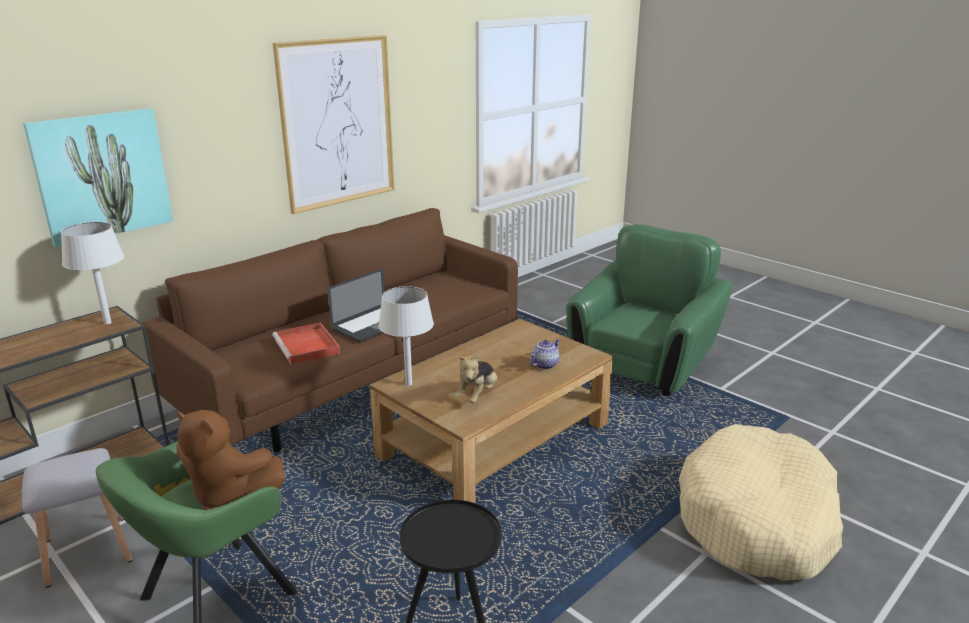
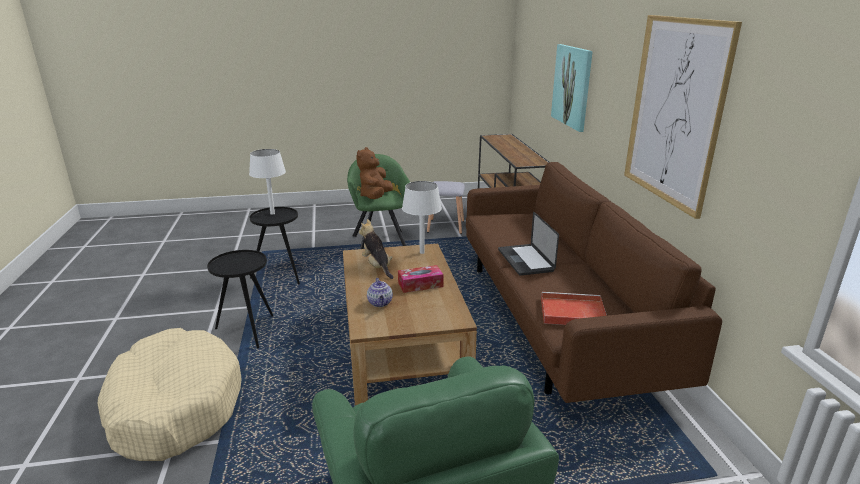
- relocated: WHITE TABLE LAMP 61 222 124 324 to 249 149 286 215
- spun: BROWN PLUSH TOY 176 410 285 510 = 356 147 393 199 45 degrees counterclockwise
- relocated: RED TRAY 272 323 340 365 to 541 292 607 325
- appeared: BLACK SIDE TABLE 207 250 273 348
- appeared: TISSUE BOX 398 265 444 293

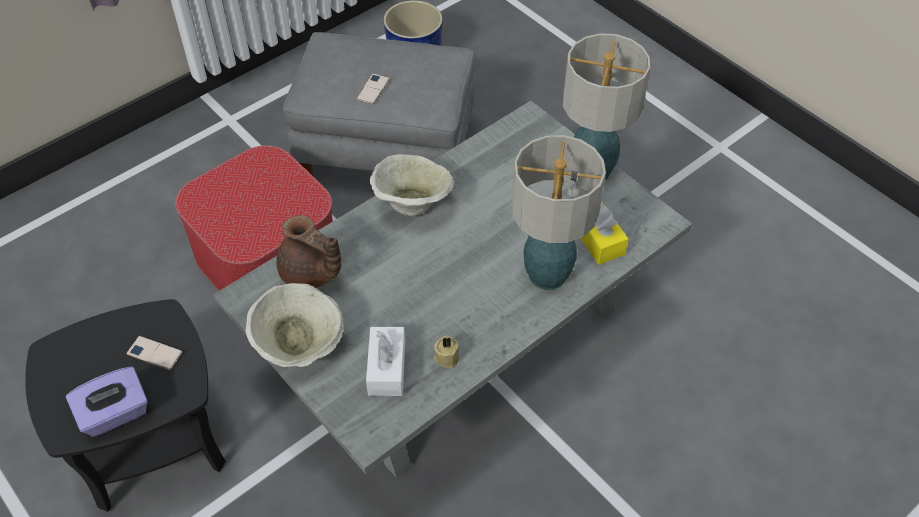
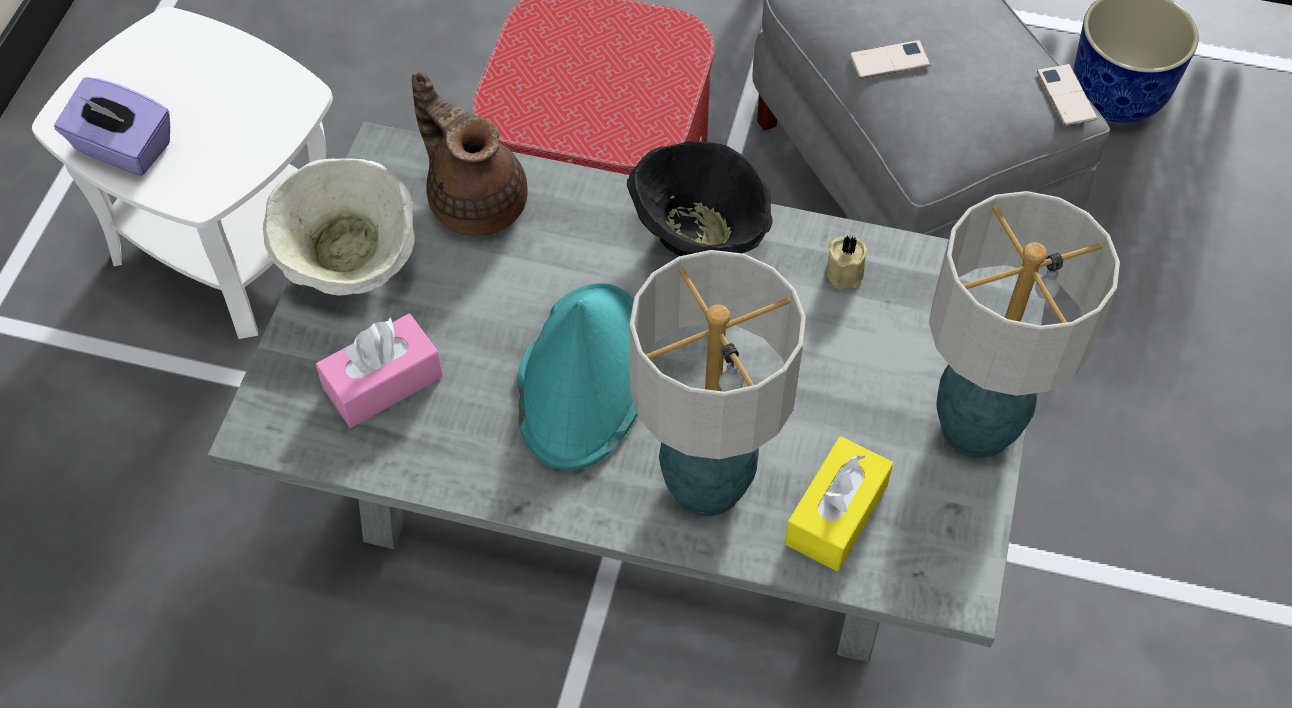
- colour: BLACK SIDE TABLE 25 299 226 512 to WHITE SIDE TABLE 32 7 333 339
- relocated: PHONE 126 336 182 370 to 1037 64 1097 126
- spun: BROWN TEAPOT 276 215 341 288 = 412 71 528 236 135 degrees clockwise
- colour: WHITE TISSUE BOX 366 327 405 396 to PINK TISSUE BOX 316 314 443 428
- colour: BEIGE BOWL 370 154 454 216 to BLACK BOWL 627 141 773 256
- relocated: BEIGE CANDLE 434 335 460 368 to 827 236 867 289
- appeared: TURQUOISE HAT 517 283 651 470

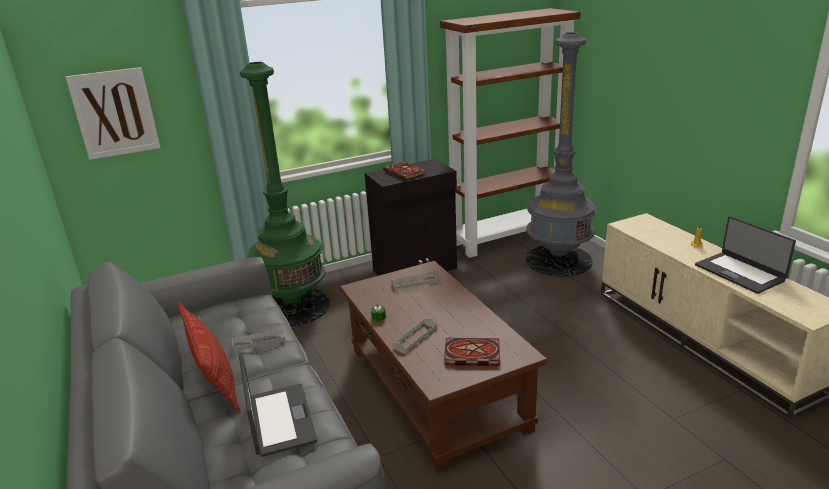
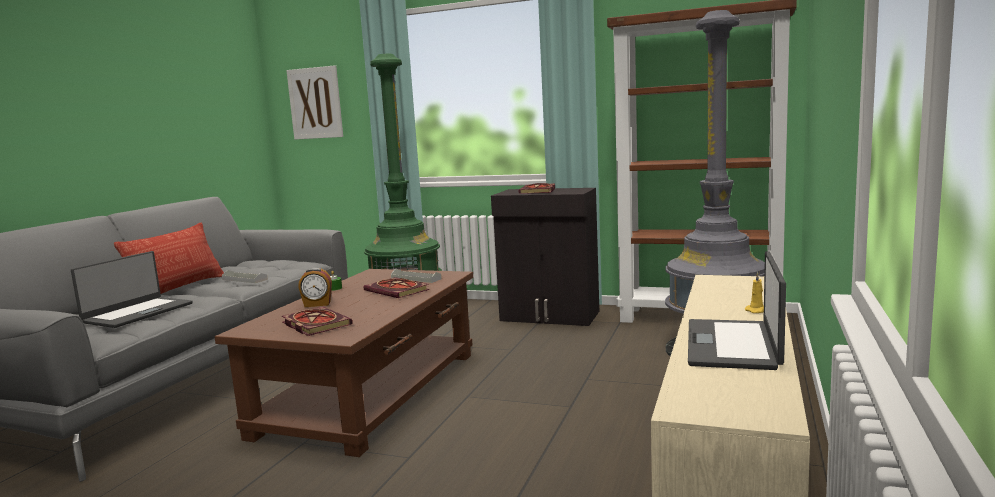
- exchanged: GREY TRAY 393 318 437 353 to ALARM CLOCK 298 268 332 307
- appeared: BOOK 363 277 429 298

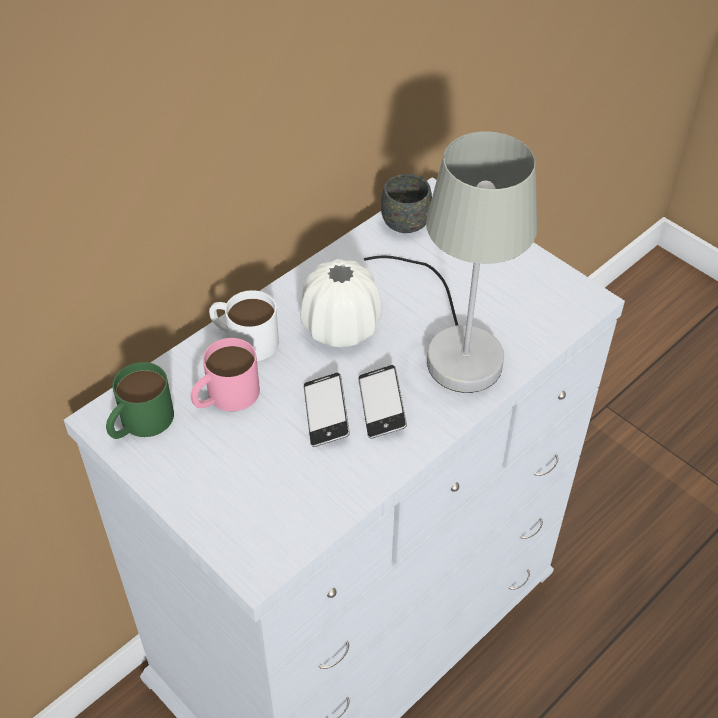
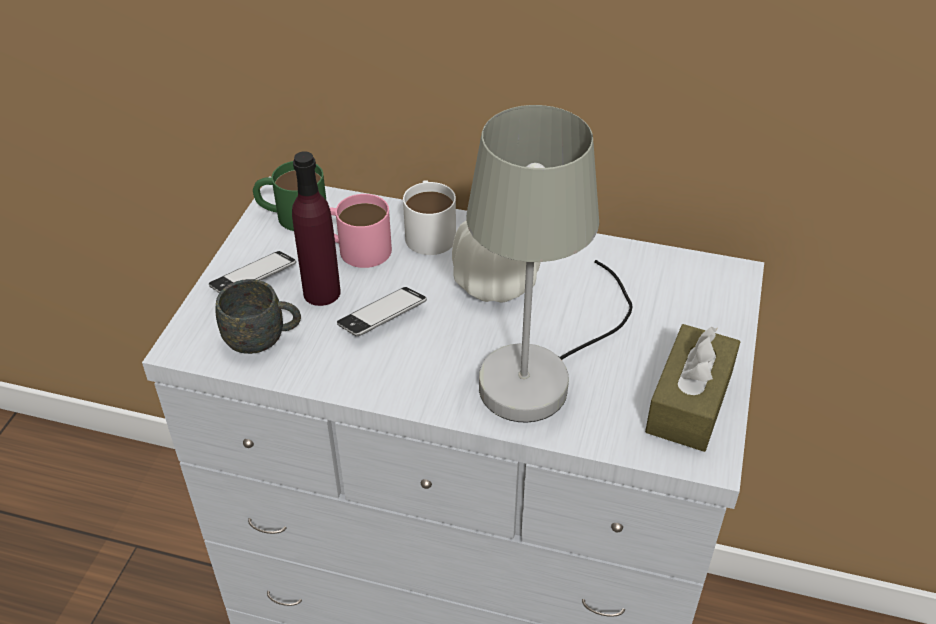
- relocated: PHONE 358 365 407 439 to 209 251 296 293
- relocated: GREY MUG 381 174 432 233 to 216 279 301 354
- appeared: PURPLE BOTTLE 292 151 341 306
- appeared: BROWN TISSUE BOX 645 324 741 452

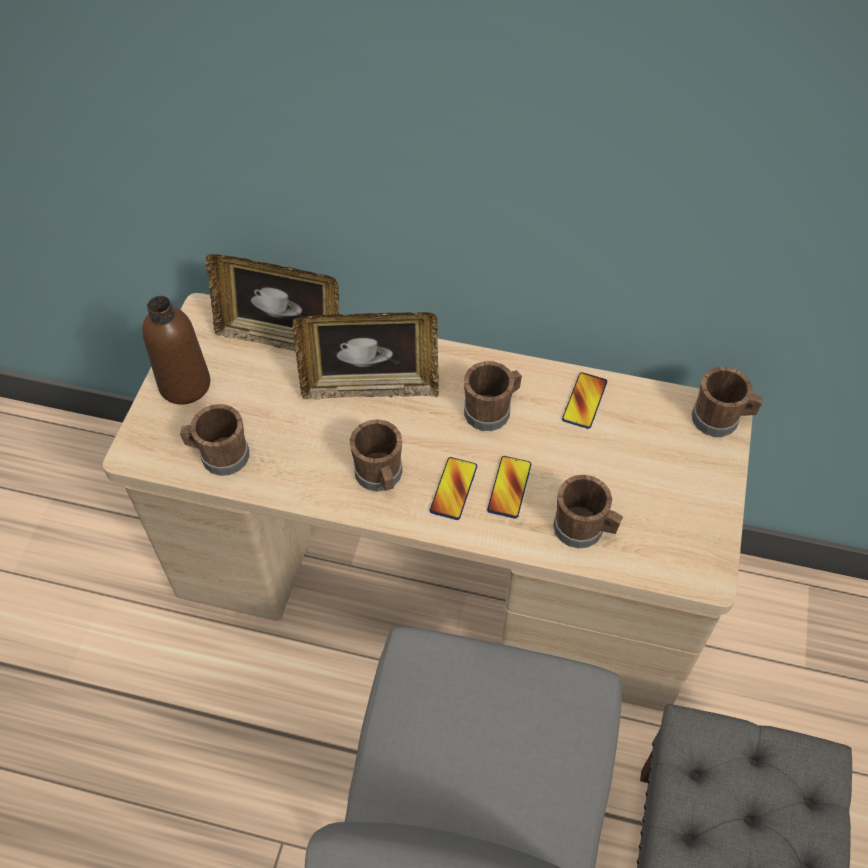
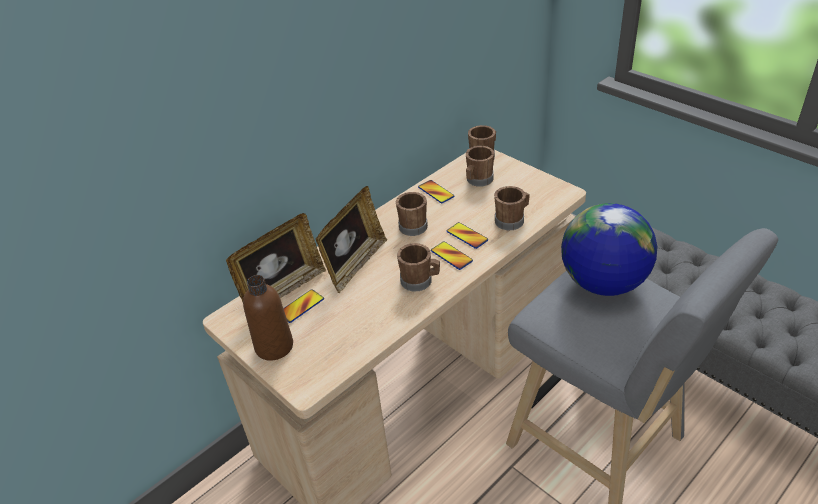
- relocated: BROWN MUG 180 404 249 476 to 466 146 494 187
- appeared: PHONE 283 289 324 323
- appeared: GLOBE 561 203 657 296

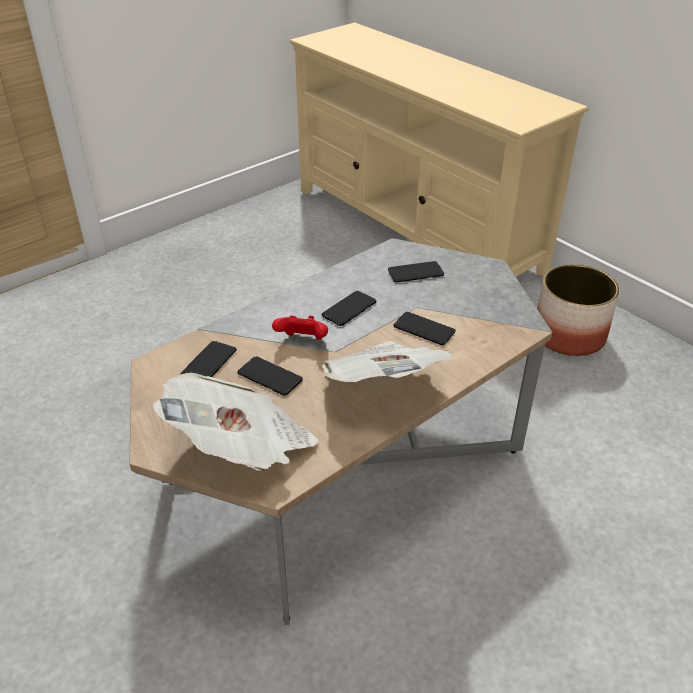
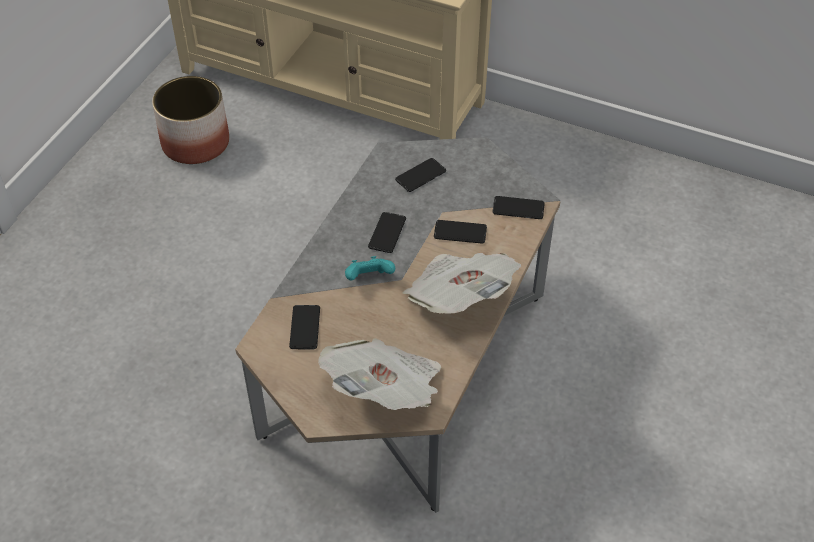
- relocated: PHONE 238 357 303 396 to 493 196 545 219
- colour: RED GAME CONTROLLER 272 315 328 340 to TURQUOISE GAME CONTROLLER 345 256 395 281
- relocated: PLANTER 537 264 619 356 to 152 76 229 164

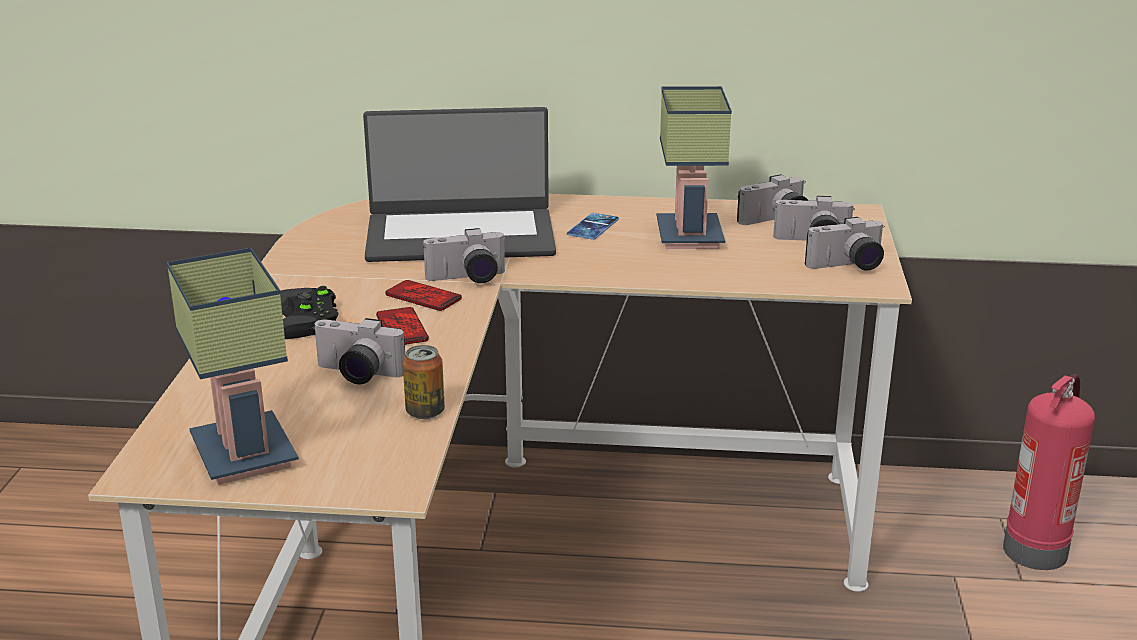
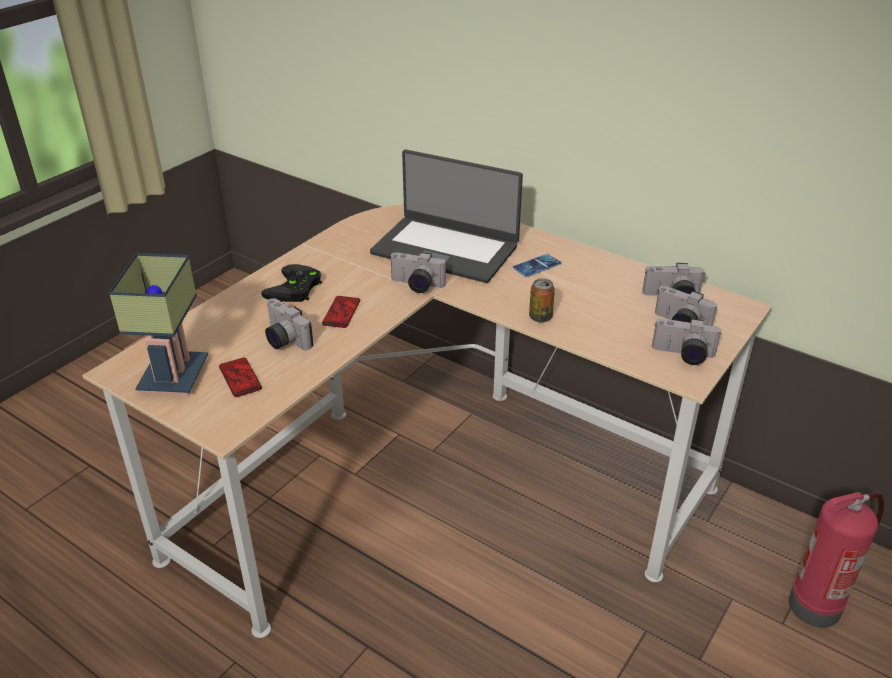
- relocated: PHONE 385 280 462 311 to 219 358 262 397
- relocated: CAN 403 345 445 419 to 529 278 555 323
- missing: TABLE LAMP 657 86 732 249

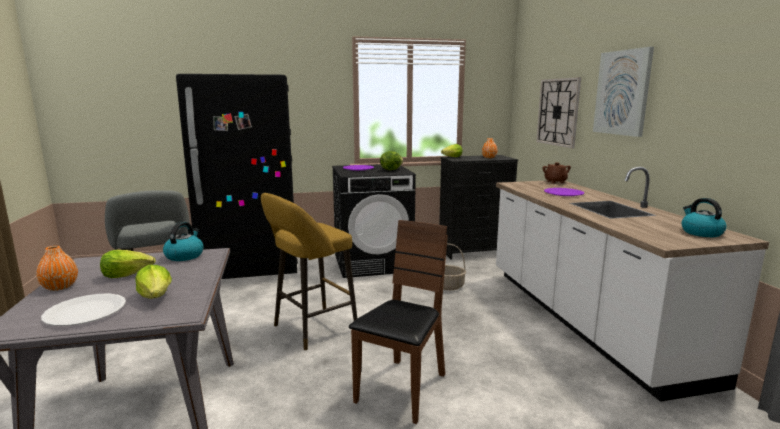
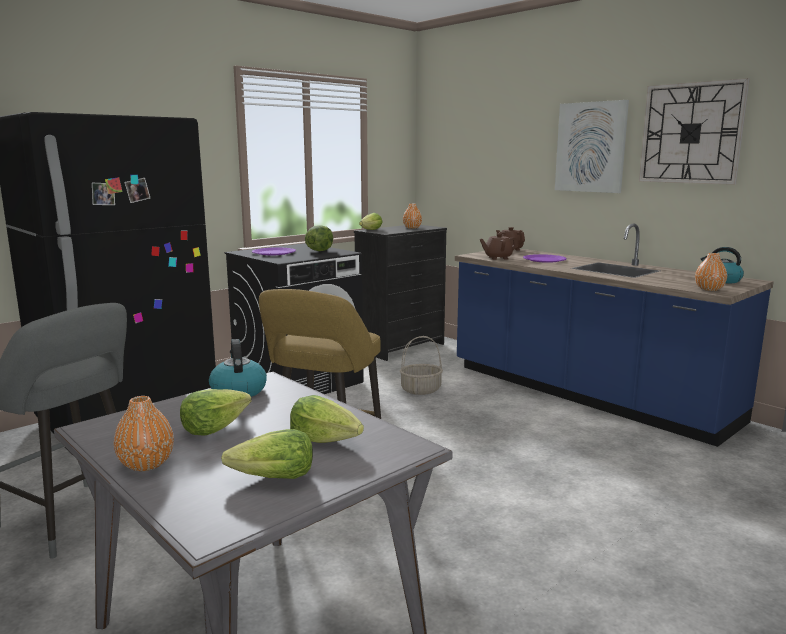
- exchanged: WHITE PLATE 41 294 126 326 to LETTUCE 221 429 313 479
- missing: BROWN CHAIR 349 220 448 424
- colour: WHITE COUNTER 496 167 769 402 to BLUE COUNTER 455 223 774 447
- relocated: WALL CLOCK 536 77 581 148 to 639 78 750 185
- appeared: BROWN TEAPOT 480 234 518 260
- appeared: ORANGE VASE 695 253 727 291

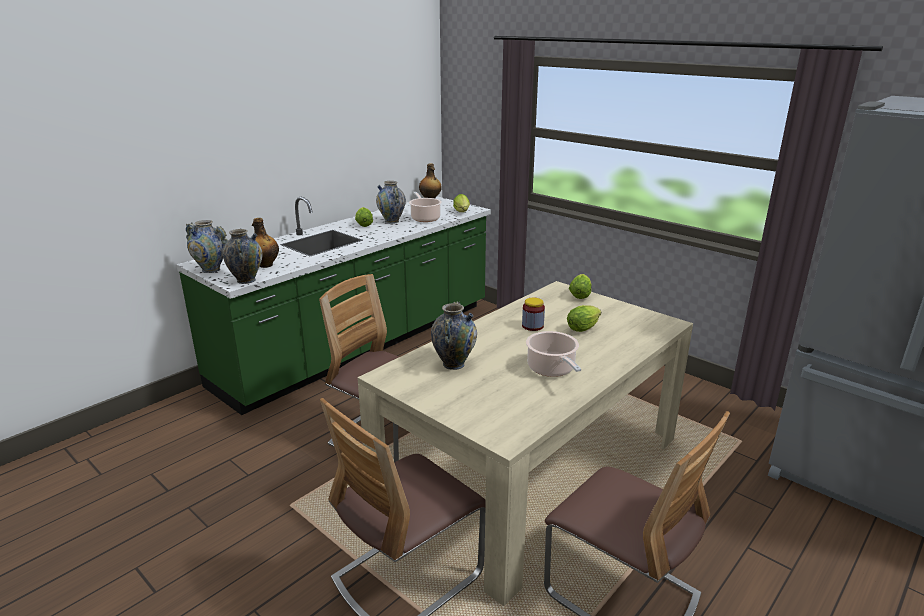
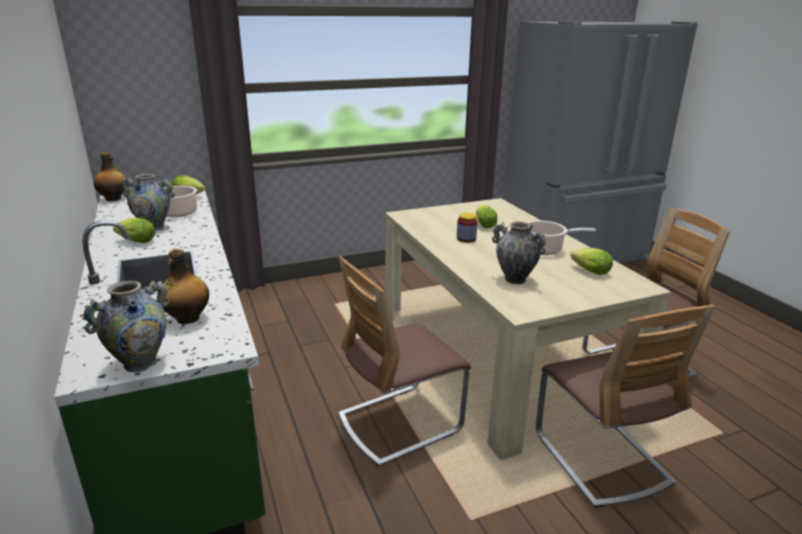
- missing: VASE 222 228 262 284
- relocated: LETTUCE 569 274 591 299 to 571 248 613 275

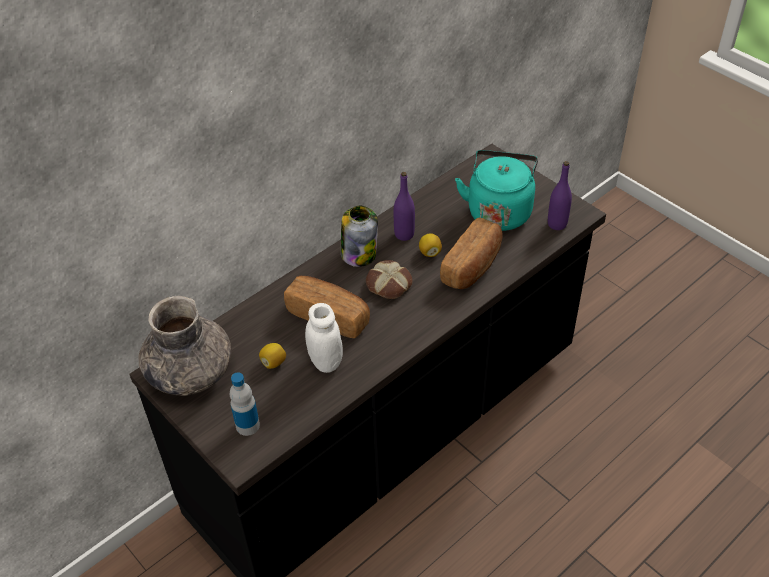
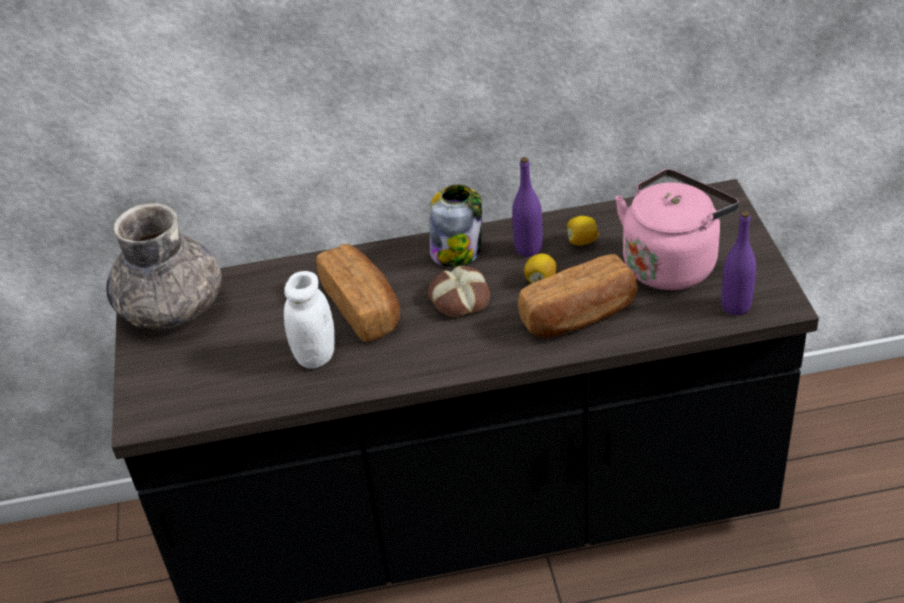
- missing: BOTTLE 230 372 260 436
- relocated: LEMON 259 343 286 369 to 567 216 599 246
- colour: TURQUOISE KETTLE 455 150 538 231 to PINK KETTLE 615 169 739 290

